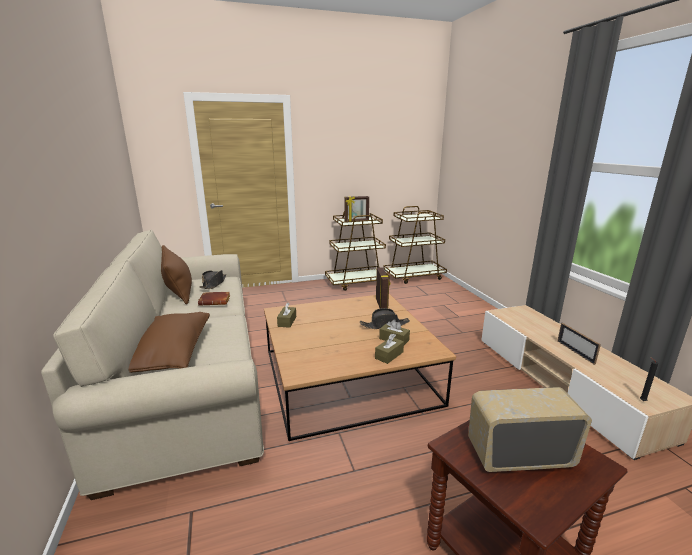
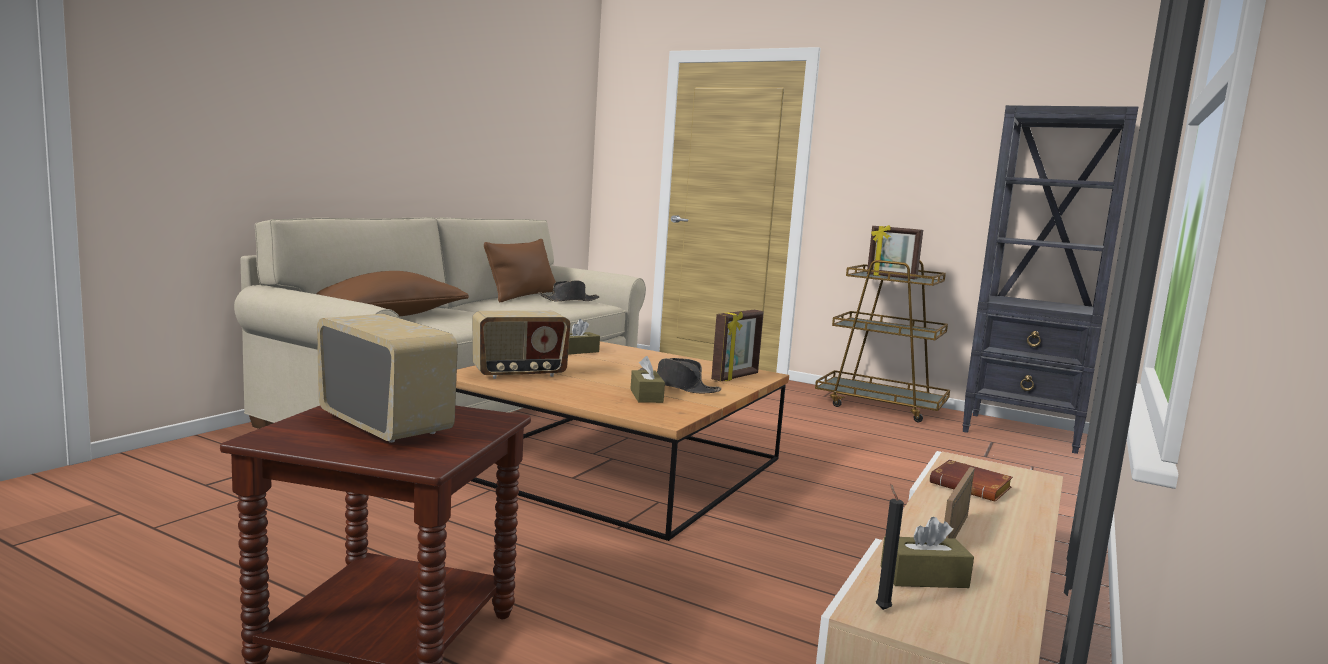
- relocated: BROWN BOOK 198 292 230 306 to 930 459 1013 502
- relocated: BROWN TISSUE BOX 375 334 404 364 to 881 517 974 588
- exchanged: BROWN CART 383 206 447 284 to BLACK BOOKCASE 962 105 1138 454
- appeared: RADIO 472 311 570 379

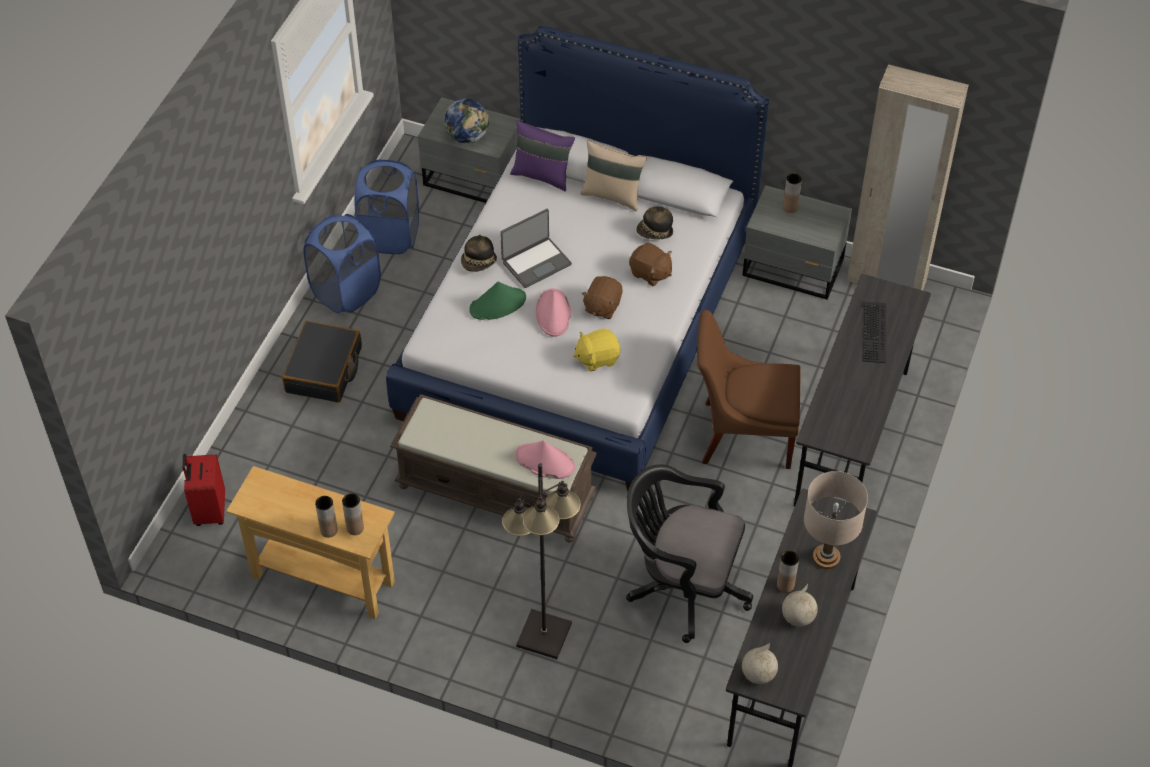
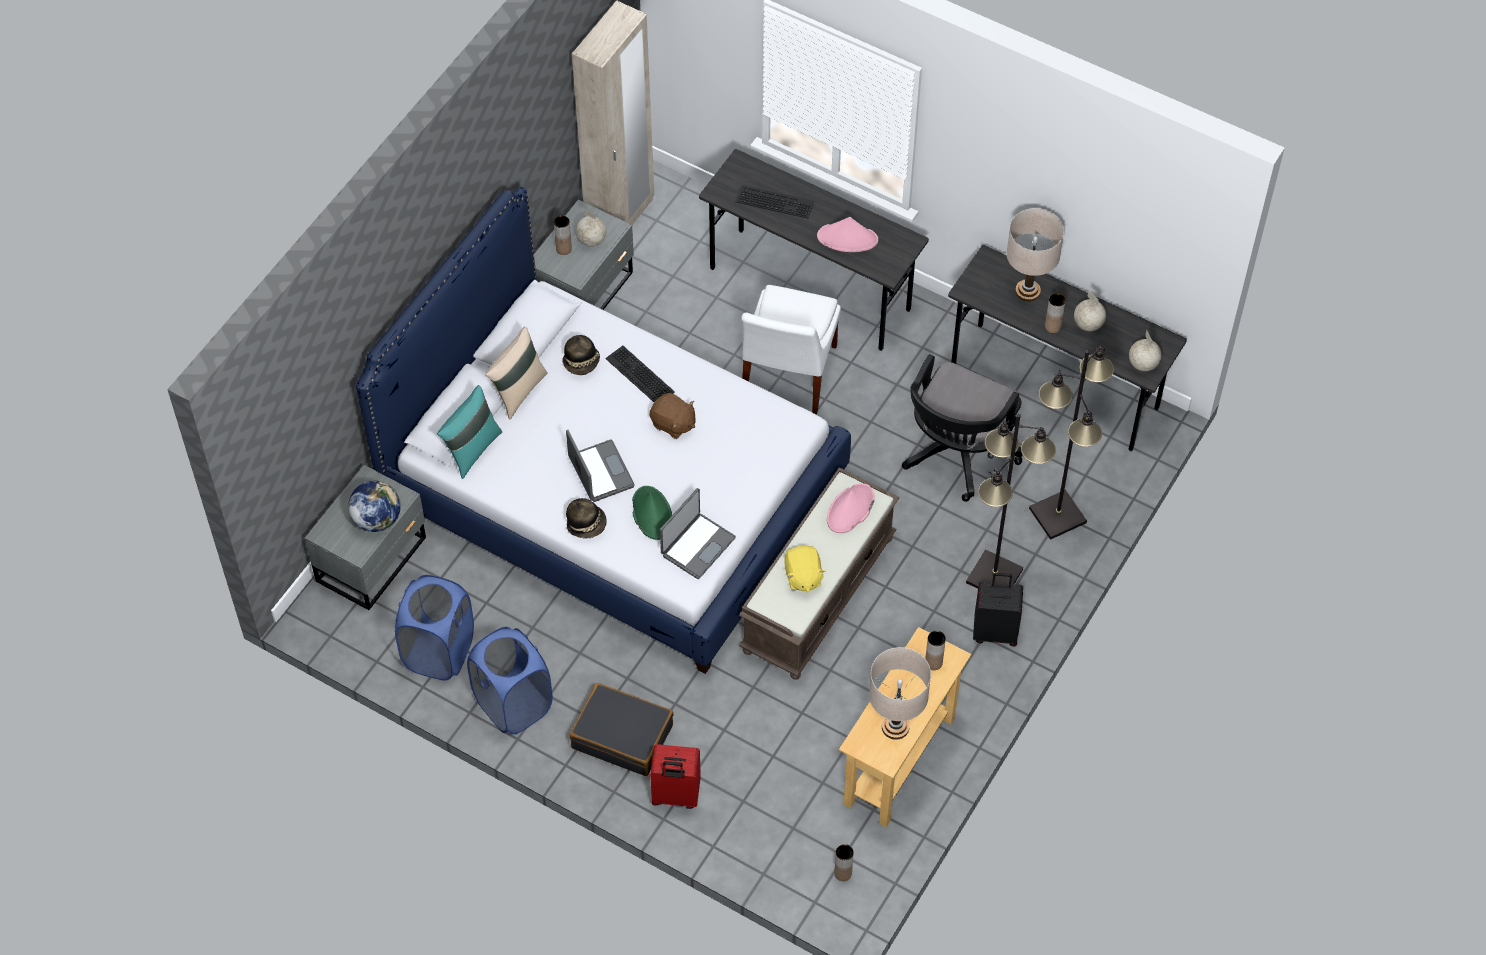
- relocated: RED SUITCASE 182 454 225 526 to 650 744 701 809
- relocated: BROWN VASE 315 496 338 538 to 834 844 854 881
- colour: PURPLE PILLOW 510 120 575 191 to TURQUOISE PILLOW 437 385 502 479
- relocated: PINK HAT 535 288 571 337 to 817 217 878 252
- relocated: YELLOW PLUSH TOY 573 328 620 372 to 784 545 825 592
- exchanged: BROWN PLUSH TOY 629 243 672 286 to KEYBOARD 605 346 675 402
- colour: BROWN CHAIR 697 310 801 469 to WHITE CHAIR 741 285 841 414
- appeared: GLOBE 576 208 606 247
- appeared: LAPTOP 660 488 736 579
- appeared: BEIGE TABLE LAMP 869 647 931 740
- appeared: BLACK SUITCASE 973 573 1023 646
- appeared: BLACK FLOOR LAMP 1029 346 1114 540

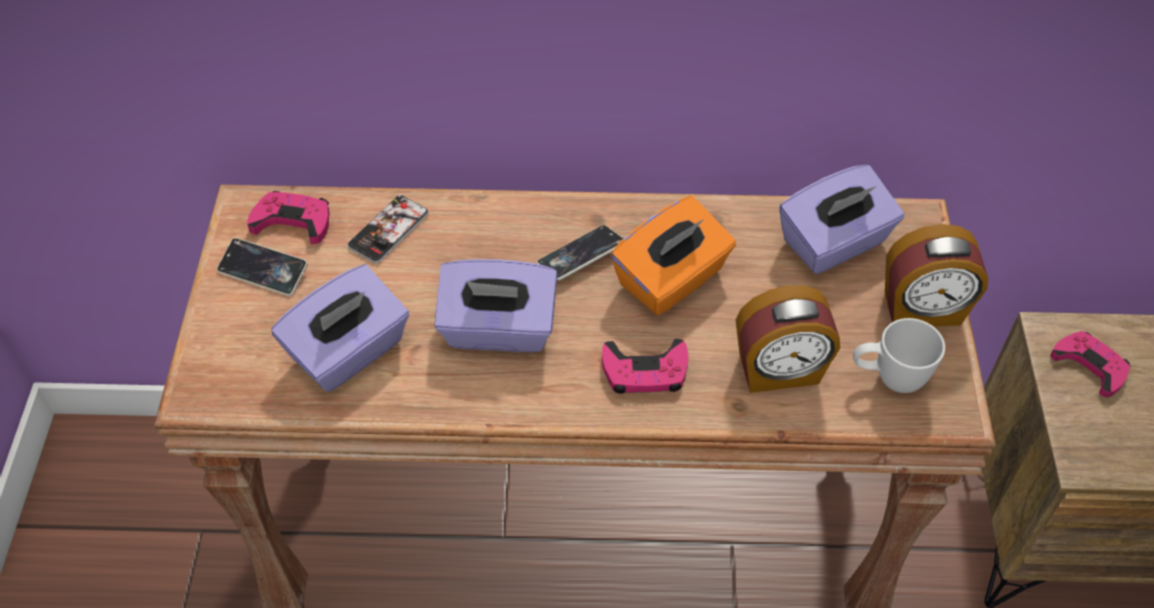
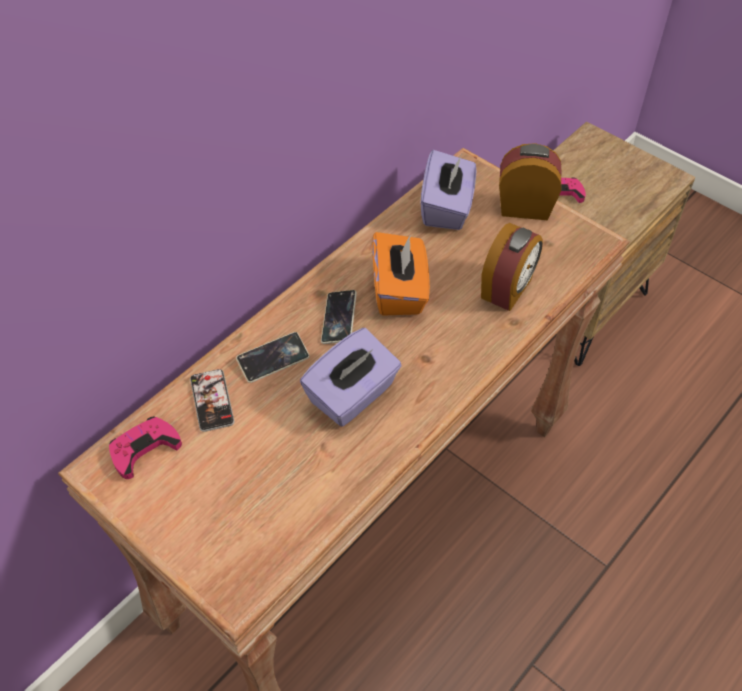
- relocated: PHONE 217 238 308 296 to 236 332 309 383
- missing: PURPLE TISSUE BOX 271 265 410 392
- missing: PINK GAME CONTROLLER 602 338 688 394
- missing: WHITE MUG 853 318 945 393
- spun: ALARM CLOCK 885 224 988 326 = 499 143 561 220 120 degrees counterclockwise

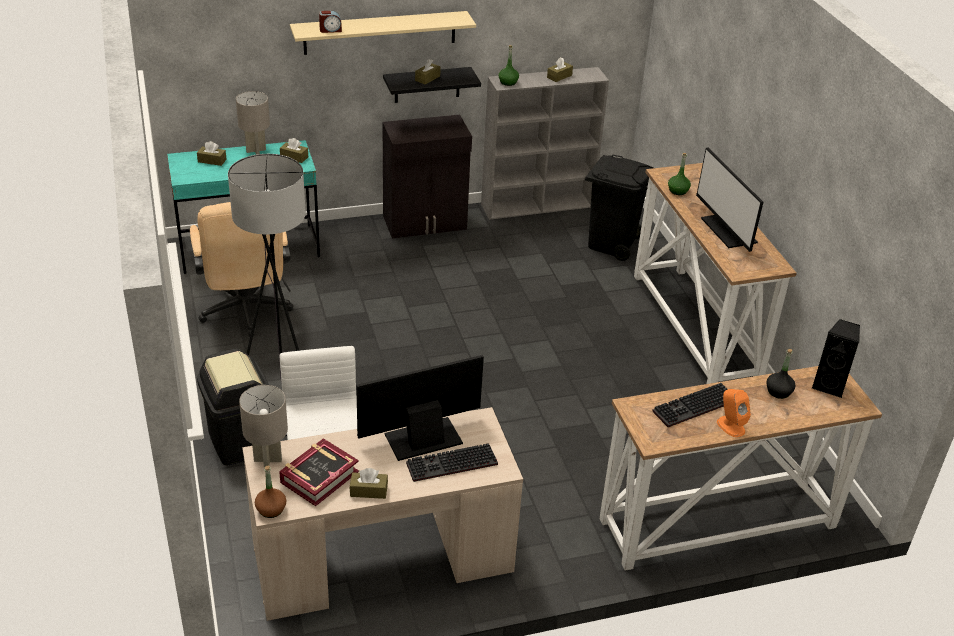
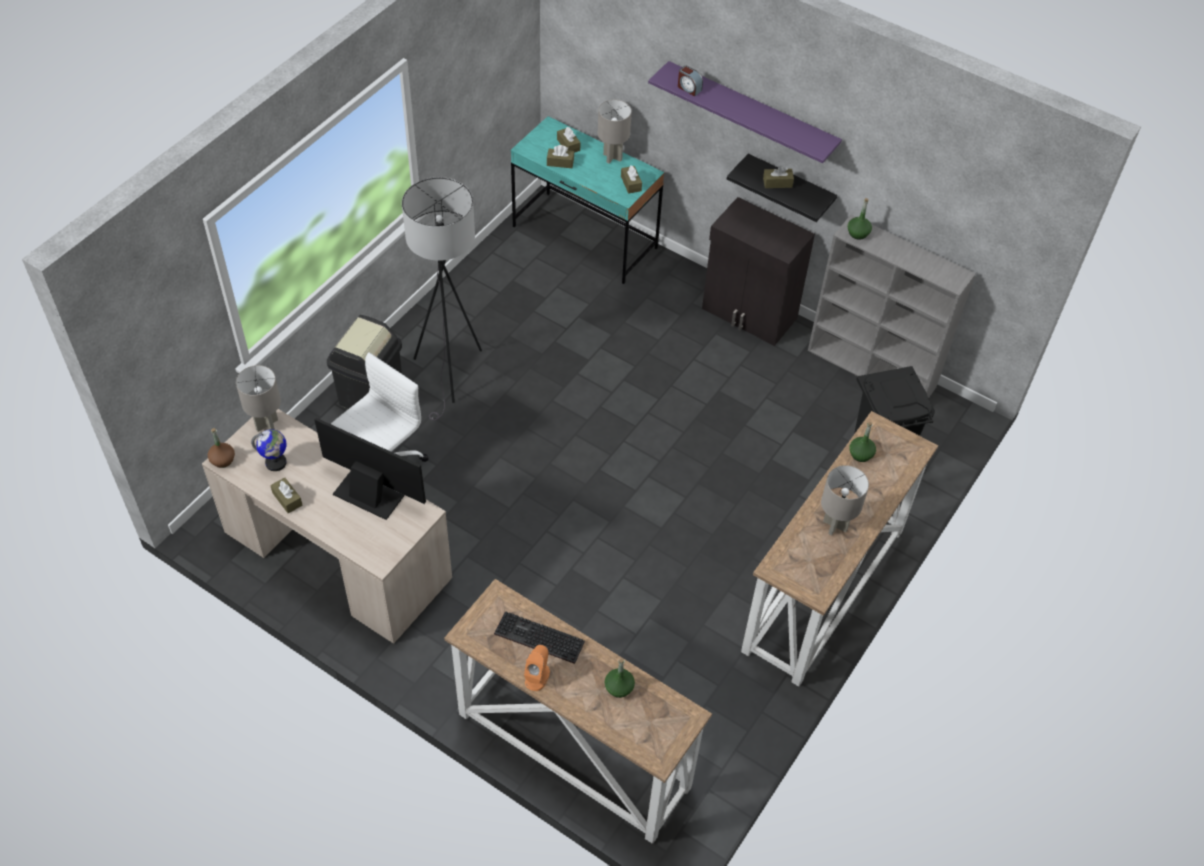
- missing: BEIGE OFFICE CHAIR 190 202 293 337
- exchanged: BOOK 279 438 359 506 to GLOBE 251 429 287 471
- colour: BEIGE SHELF 290 11 476 55 to PURPLE SHELF 648 61 842 163
- missing: KEYBOARD 406 443 498 482
- relocated: BROWN TISSUE BOX 547 57 573 82 to 547 145 574 168
- exchanged: MONITOR 696 147 763 252 to GREY TABLE LAMP 821 465 869 535
- colour: BLACK BOTTLE 766 349 796 399 to GREEN BOTTLE 605 658 635 698
- missing: BLACK SPEAKER 812 319 860 398

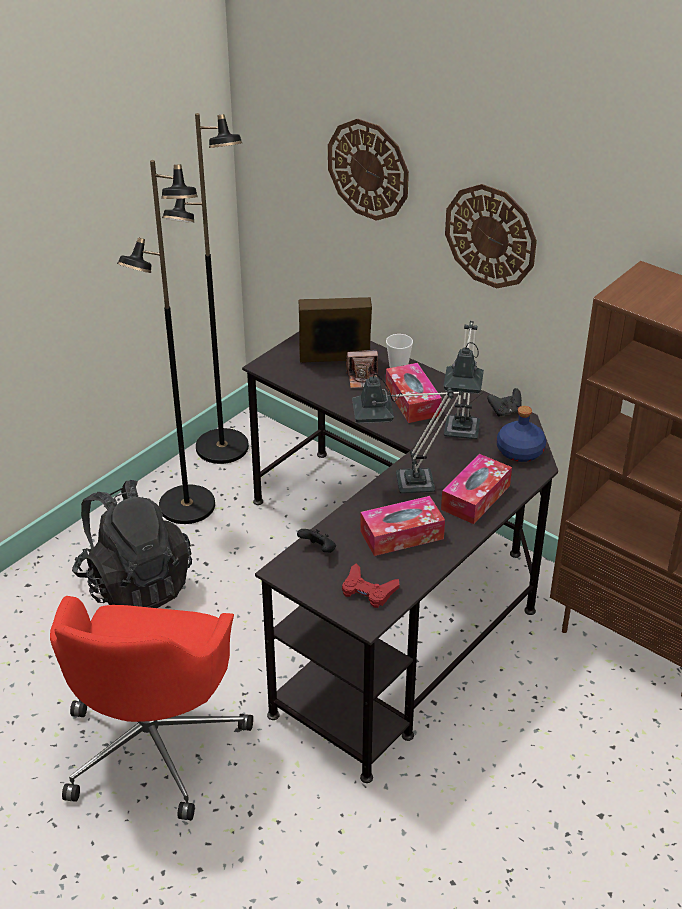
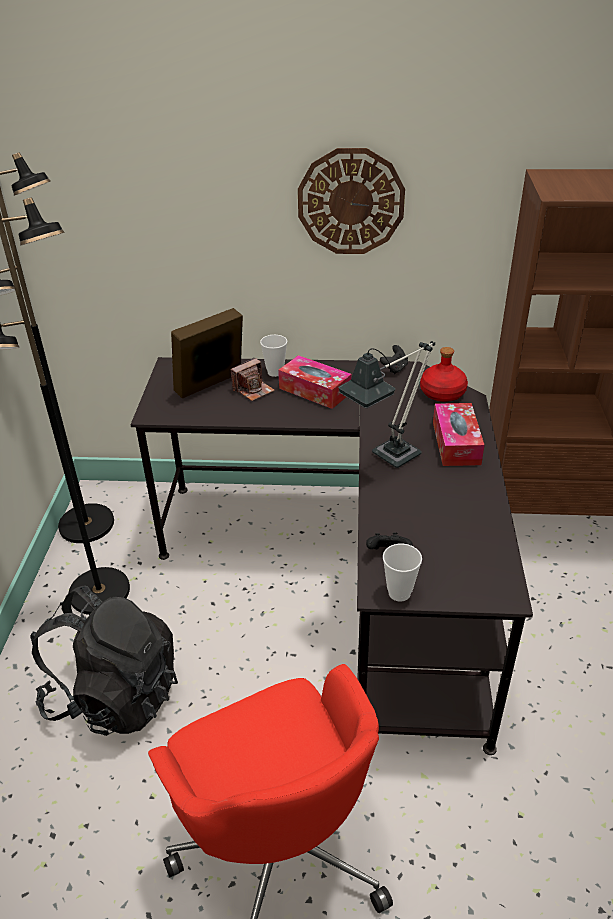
- missing: WALL CLOCK 328 119 409 221
- missing: RED GAME CONTROLLER 342 564 399 608
- missing: TISSUE BOX 360 496 445 556
- missing: TABLE LAMP 443 321 484 439
- colour: BLUE BOTTLE 497 406 546 462 to RED BOTTLE 420 347 468 402
- appeared: CUP 383 544 422 602

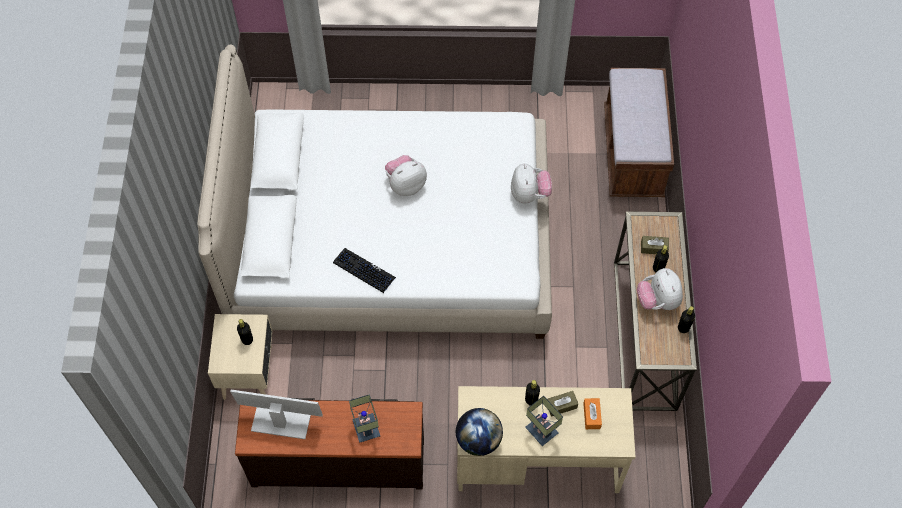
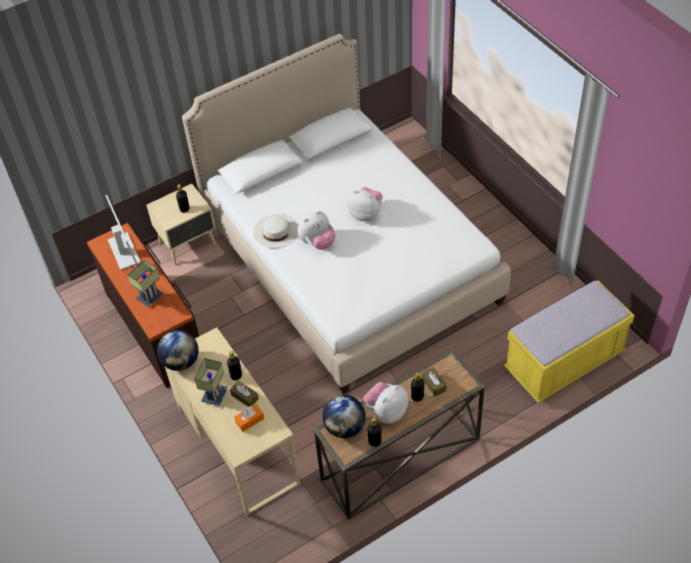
- exchanged: KEYBOARD 333 248 396 293 to WHITE HAT 253 214 298 248
- relocated: PLUSH TOY 511 164 552 203 to 297 211 336 250
- colour: BROWN BENCH 604 68 674 197 to YELLOW BENCH 504 280 635 403
- appeared: GLOBE 322 395 366 438

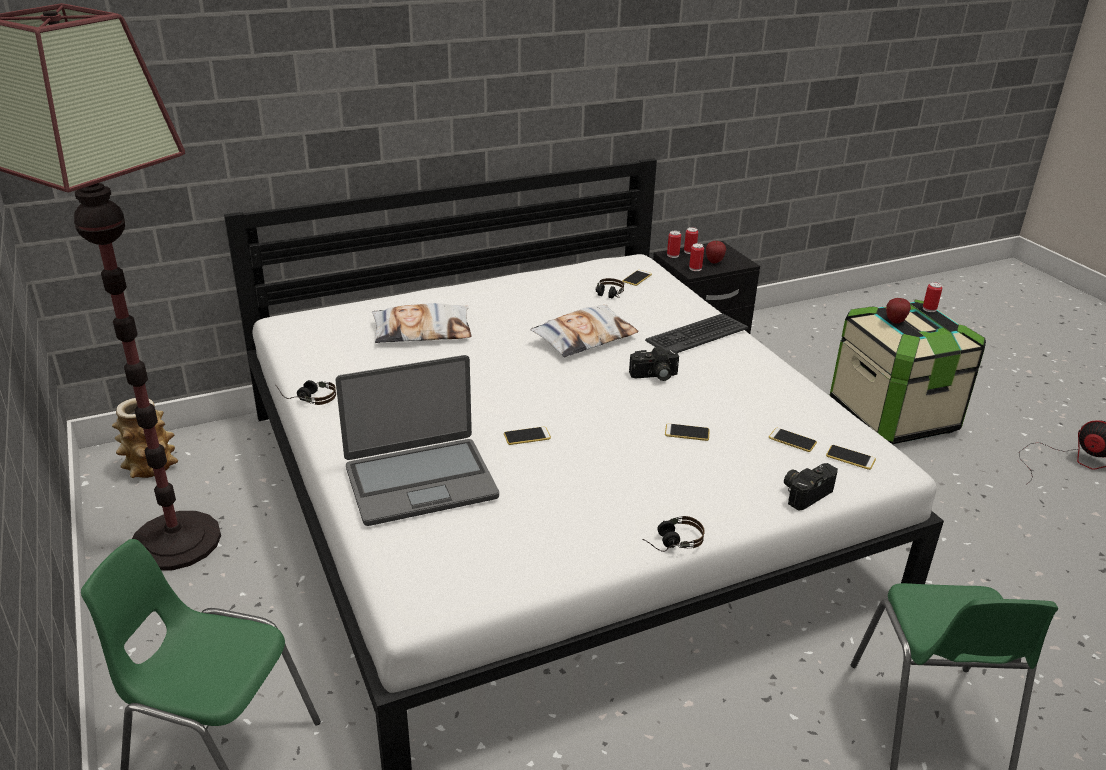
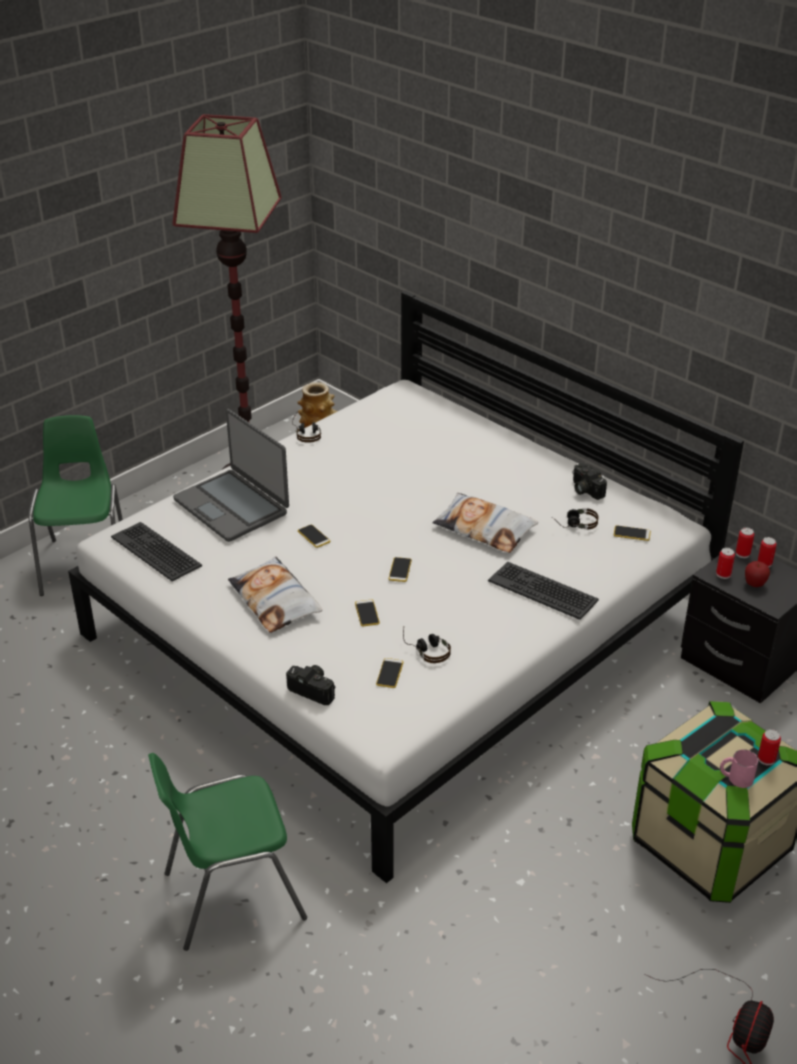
- relocated: PILLOW 372 303 471 343 to 228 556 322 633
- relocated: PHOTO CAMERA 629 347 679 381 to 572 463 607 500
- relocated: HEADPHONES 642 516 705 552 to 403 626 451 663
- relocated: PHONE 826 445 876 470 to 389 557 412 582
- missing: APPLE 886 298 911 324
- appeared: KEYBOARD 111 522 202 582
- appeared: PINK MUG 720 749 759 788

